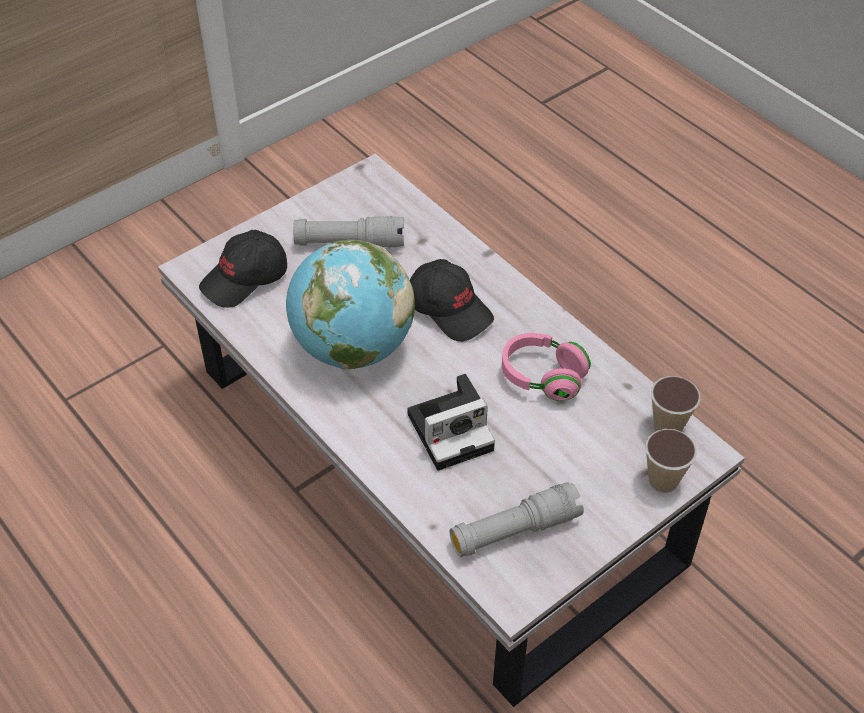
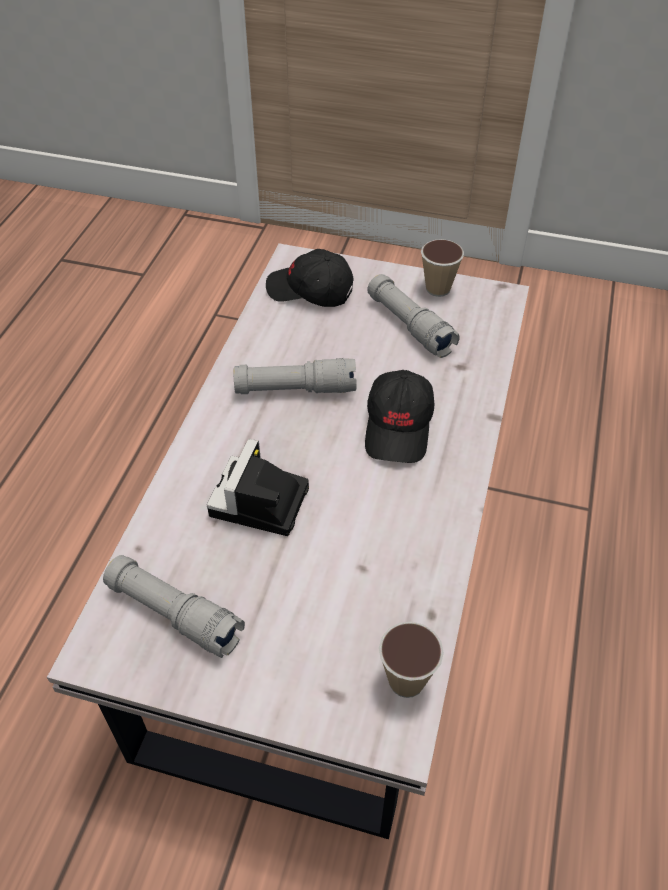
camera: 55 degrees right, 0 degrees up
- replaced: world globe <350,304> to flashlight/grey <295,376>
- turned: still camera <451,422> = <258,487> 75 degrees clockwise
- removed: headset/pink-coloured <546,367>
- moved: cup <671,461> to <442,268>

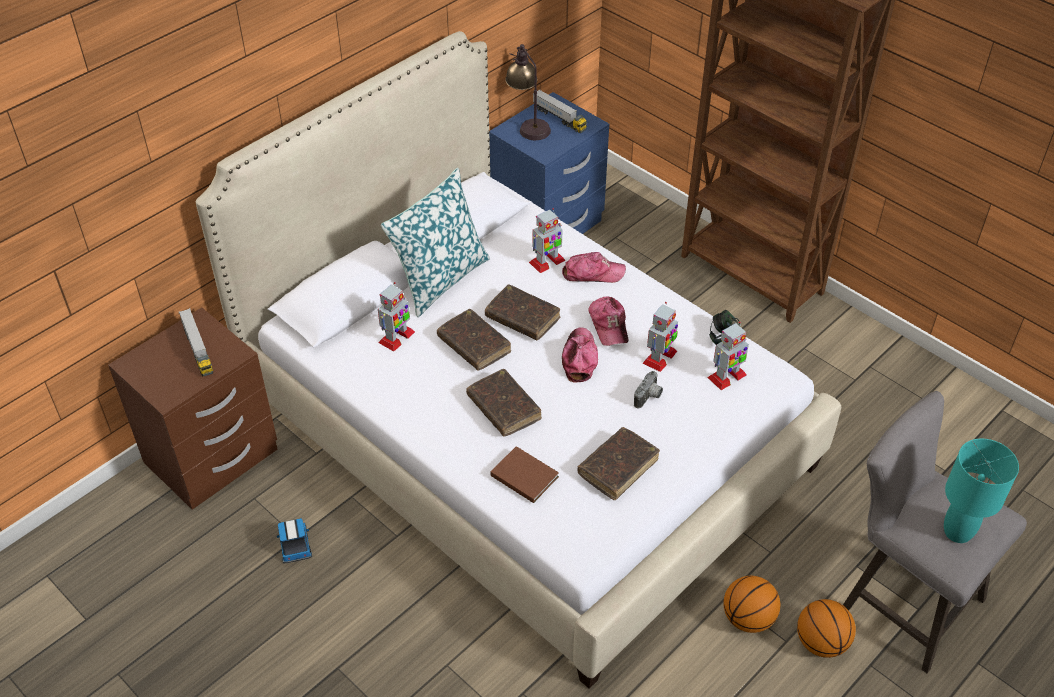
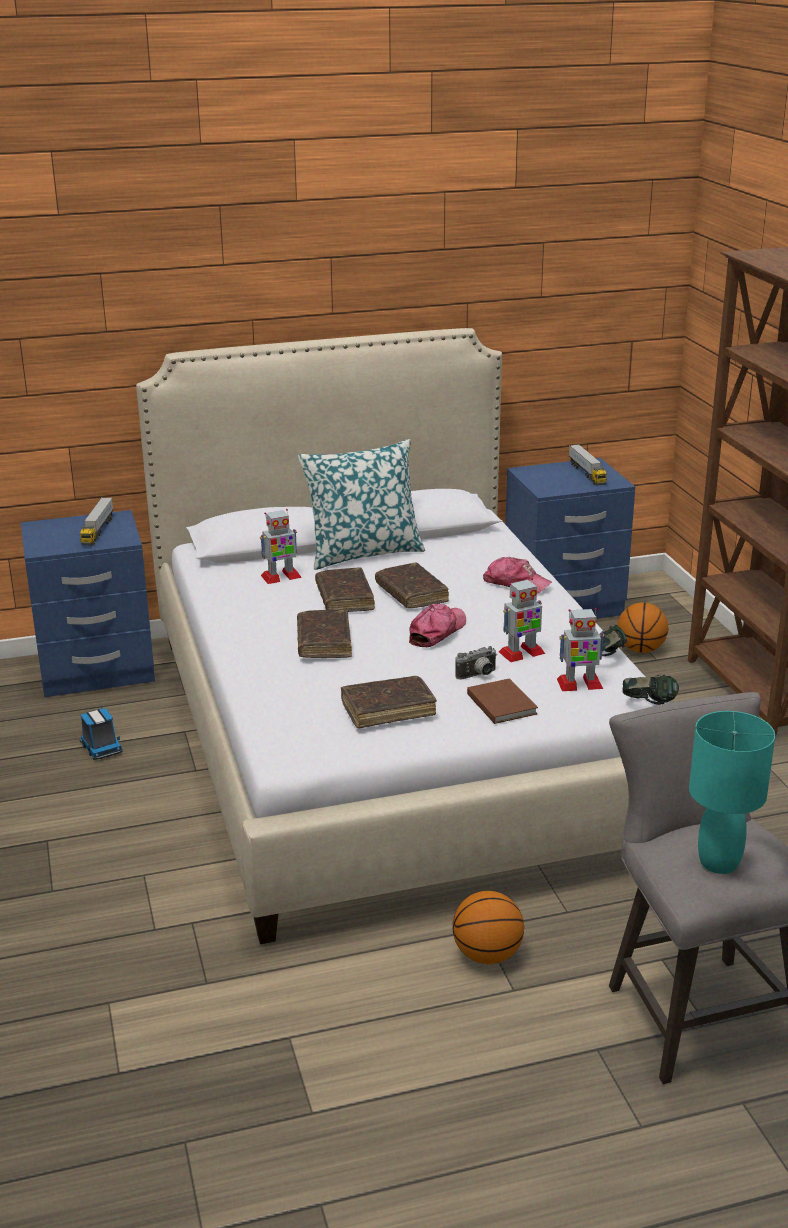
camera: 30 degrees right, 20 degrees down
- recoloured: night table/brownish <193,408> to night table/blue-coloured <88,603>
- turned: model truck <294,540> = <101,734> 135 degrees clockwise
- moved: bound book/brownish <524,474> to <502,701>
- removed: tabletop lamp <528,92>
- removed: robot figure <547,240>
- removed: baseball cap <609,321>
- moved: basketball <826,628> to <642,627>
- added: headset <650,690>

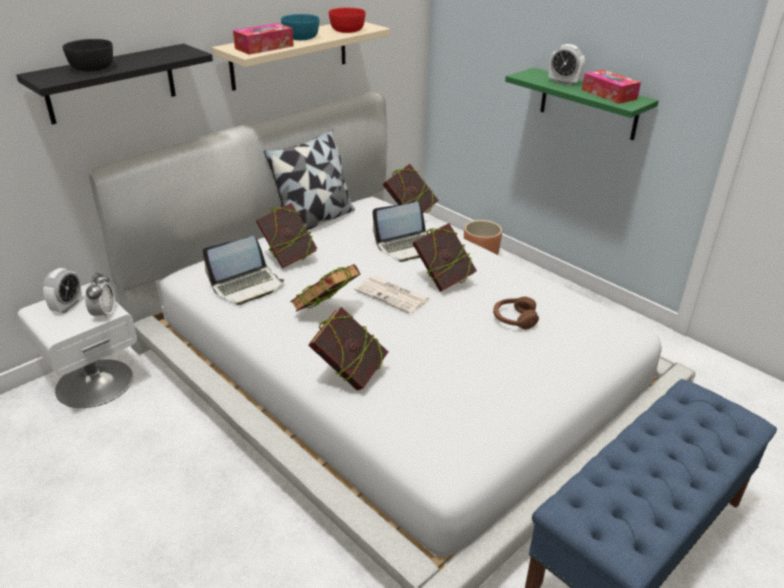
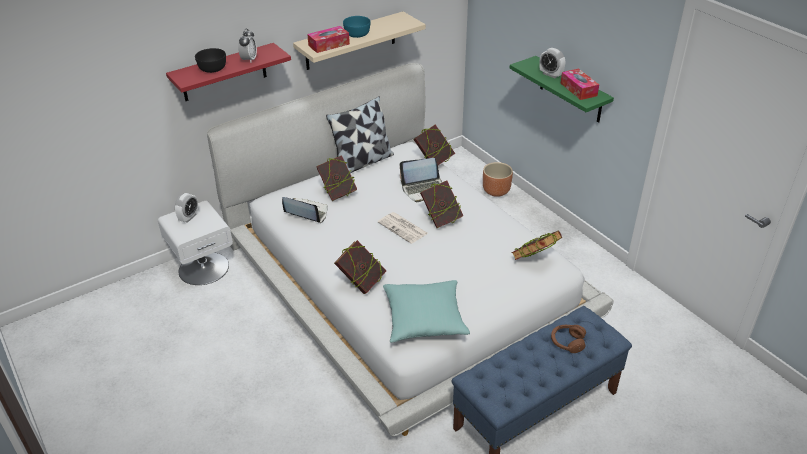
camera: 10 degrees right, 5 degrees up
- recoloured: wall shelf/black <114,84> to wall shelf/red-coloured <228,72>
- moved: bedside clock <100,296> to <247,45>
- turned: notebook computer <243,270> = <305,210> 135 degrees counterclockwise
- moved: bound book <325,288> to <537,245>
- removed: bowl/red-coloured <347,20>
- moved: headset/brownish <516,313> to <568,339>
- added: cushion/turquoise-coloured <426,311>

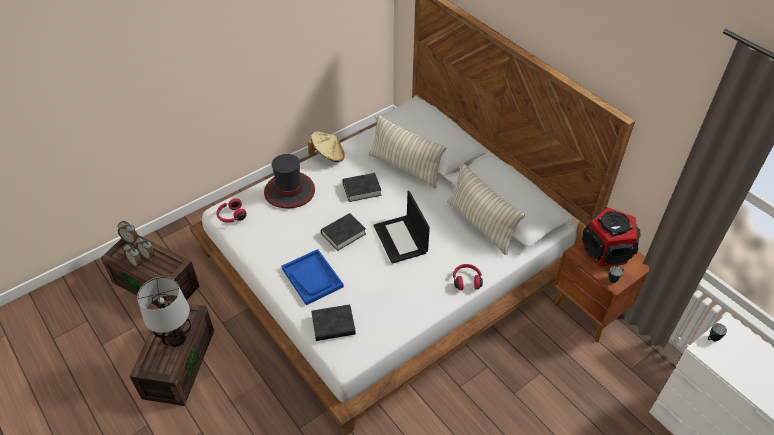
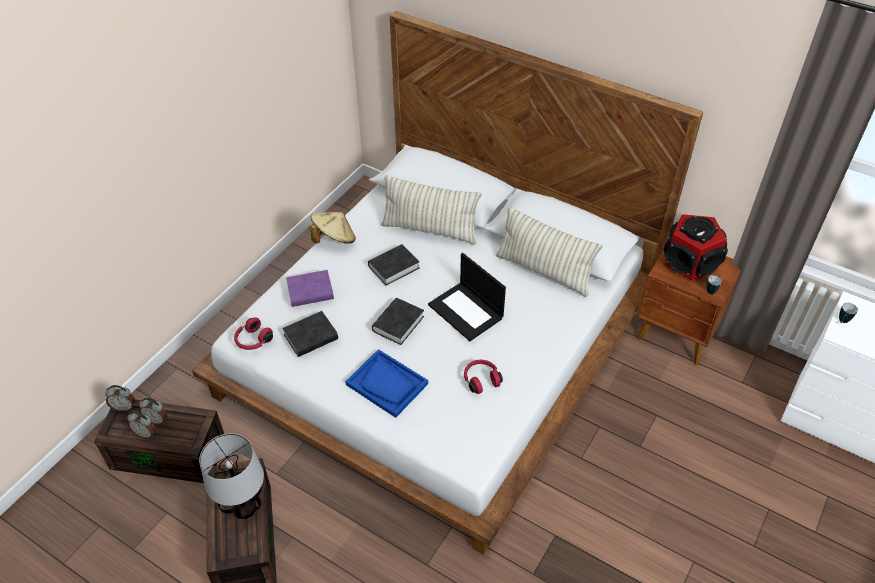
camera: 20 degrees left, 0 degrees up
- replaced: wearable hat <289,181> to bound book/purple-coloured <310,288>
- moved: bound book/black <333,322> to <310,334>
- moved: headset/red-coloured <468,277> to <483,377>

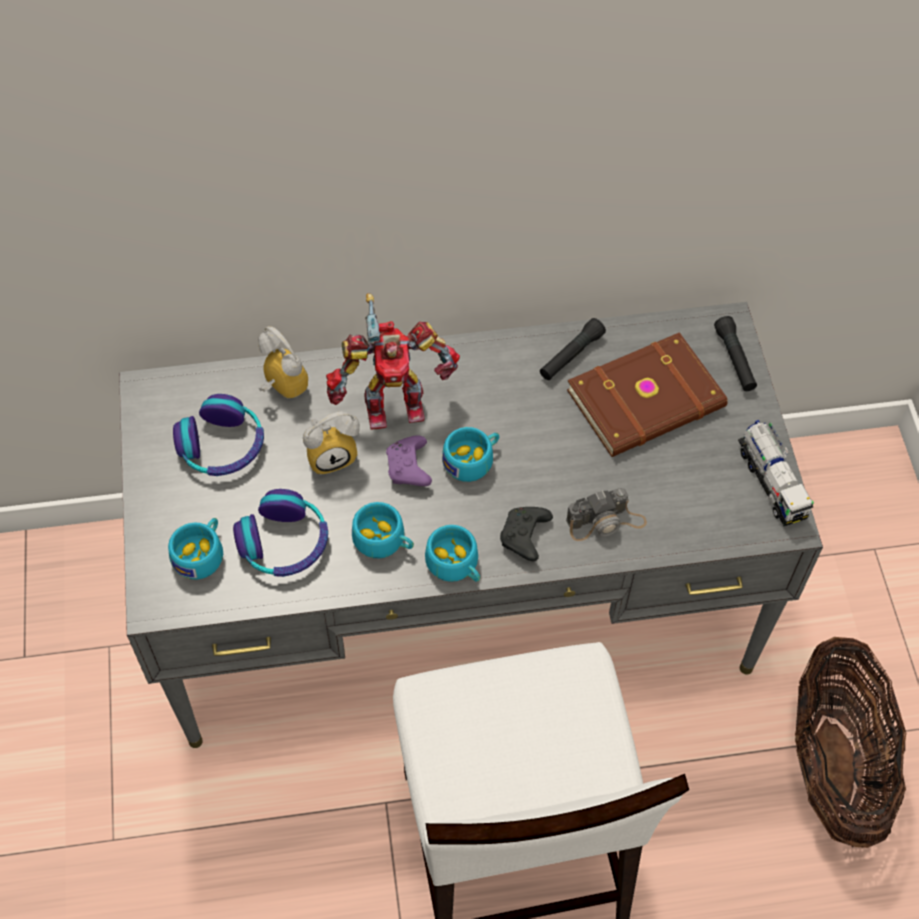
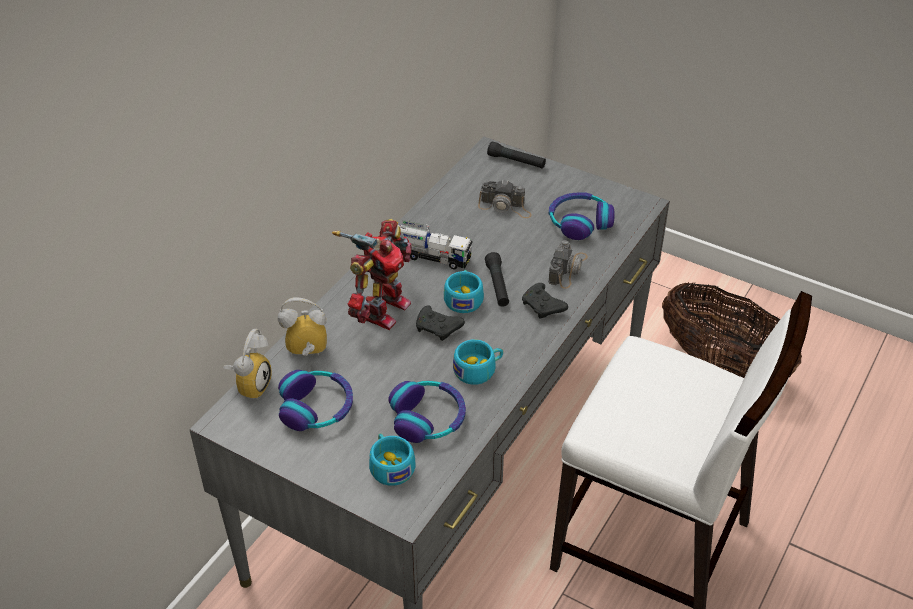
camera: 50 degrees left, 15 degrees down
- moved: bedside clock <331,443> to <248,364>
- recoloured: game controller/purple-coloured <409,460> to game controller/black <440,323>
- removed: cup/turquoise-coloured <452,553>
- moved: flashlight/black <573,349> to <497,279>
- replaced: bound book/brownish <647,394> to still camera <505,199>
- moved: model truck <776,473> to <435,245>
- added: headset <582,216>

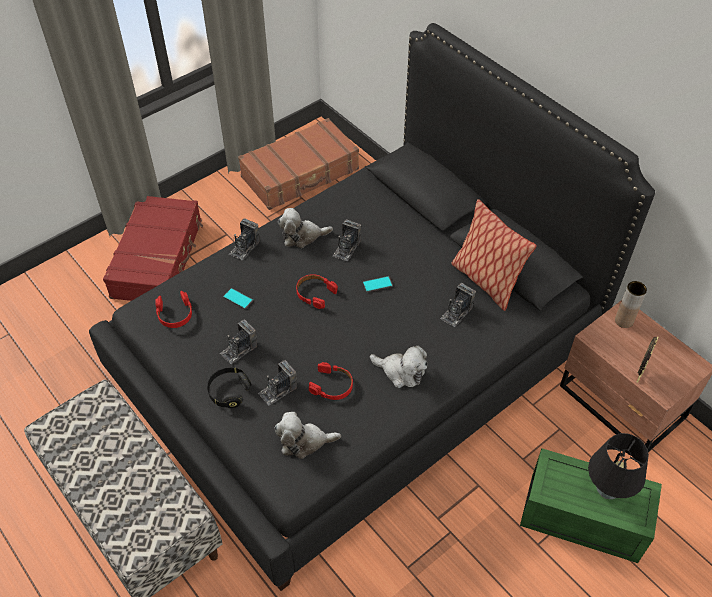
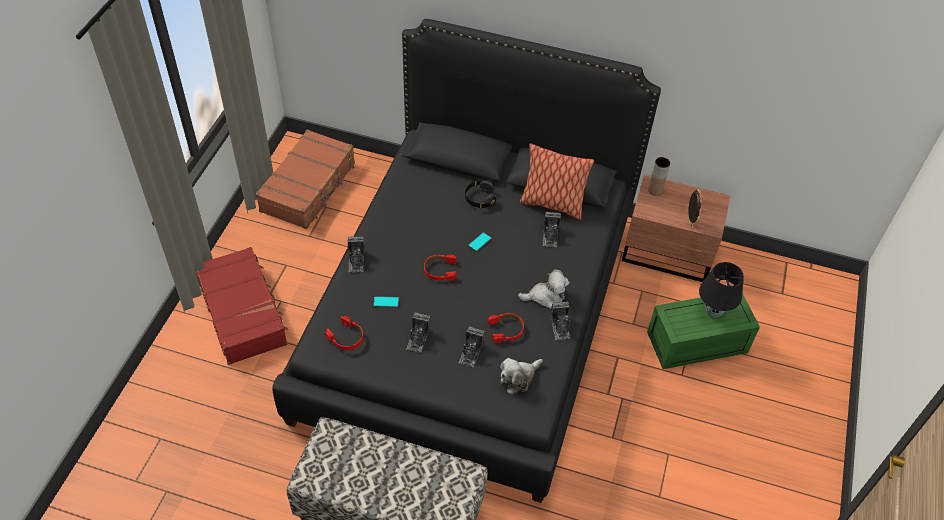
camera: 35 degrees left, 0 degrees up
- moved: headset/black <229,387> to <480,194>
- removed: cuddly toy <305,228>
- moved: still camera <346,240> to <560,321>

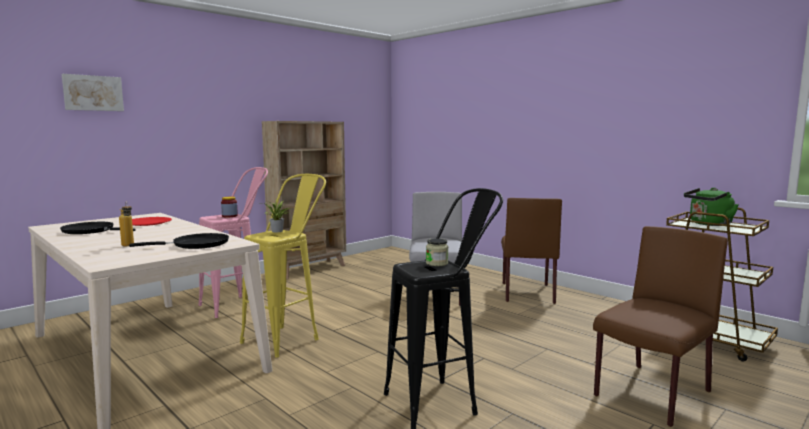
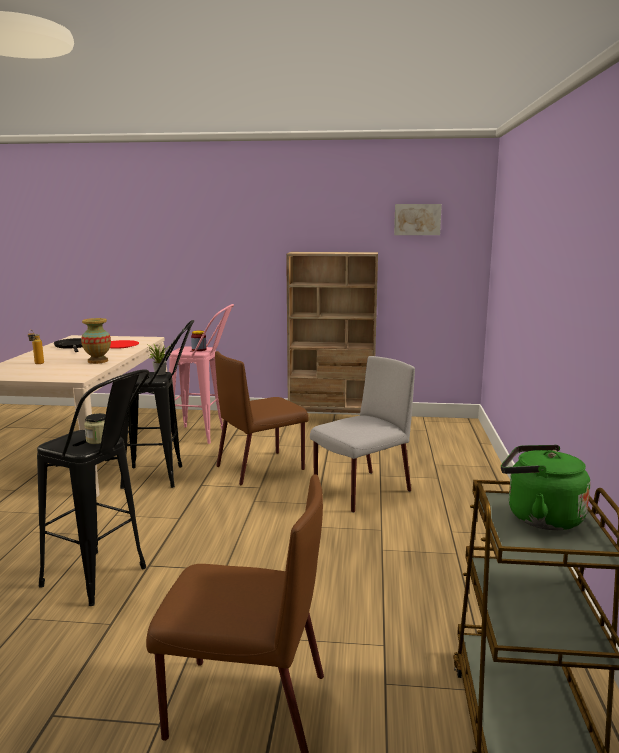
camera: 50 degrees right, 5 degrees up
- moved: wall art <93,92> to <418,219>
- removed: skillet/black <179,241>
- recoloured: sitting stool/yellow <283,266> to sitting stool/black <157,404>
- moved: chair/brownish <531,251> to <262,418>
- added: flower vase <96,341>

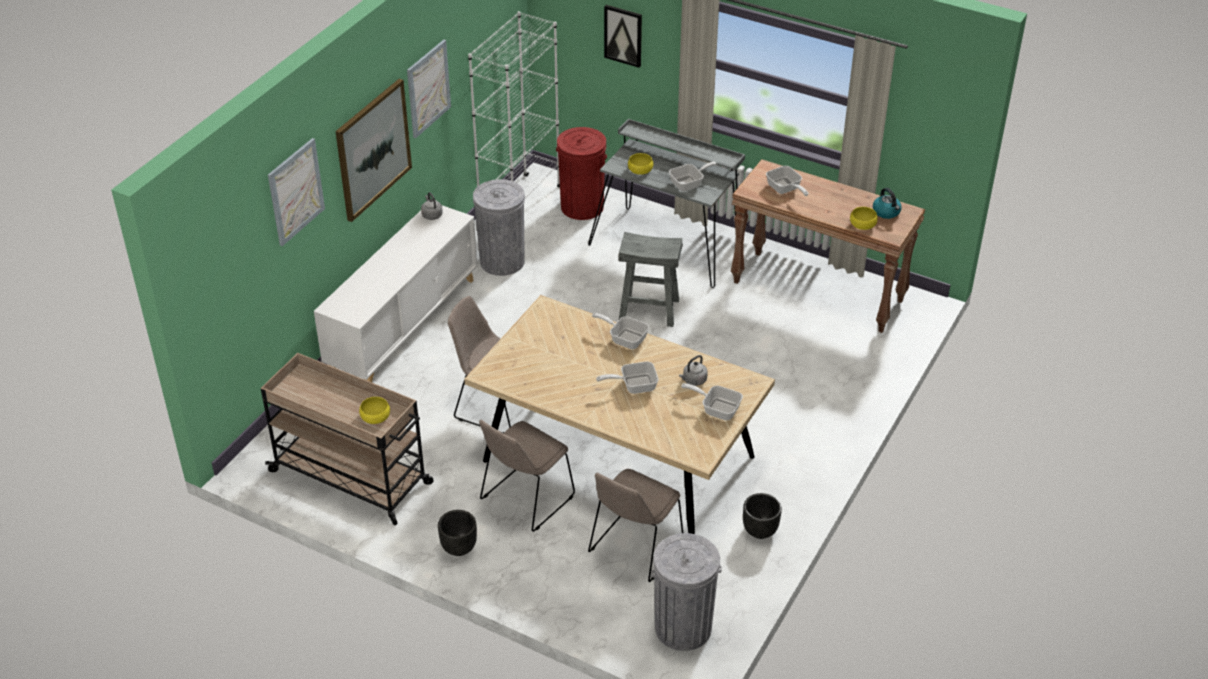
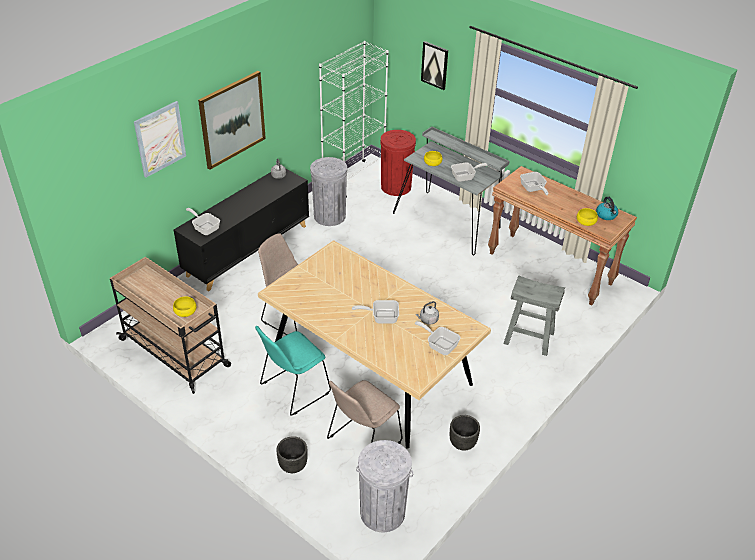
camera: 10 degrees right, 0 degrees up
- recoloured: cabinet/whitish <396,293> to cabinet/black <241,230>
- removed: wall art <429,89>
- moved: flower pot/black <457,533> to <292,454>
- recoloured: chair/beige-coloured <527,476> to chair/turquoise-coloured <293,371>
- moved: skillet <620,331> to <203,221>
- moved: sitting stool/grey <650,279> to <534,316>

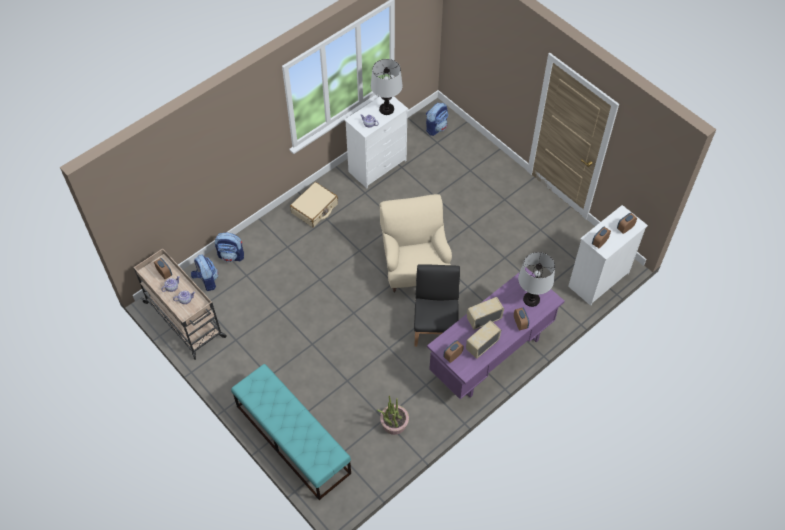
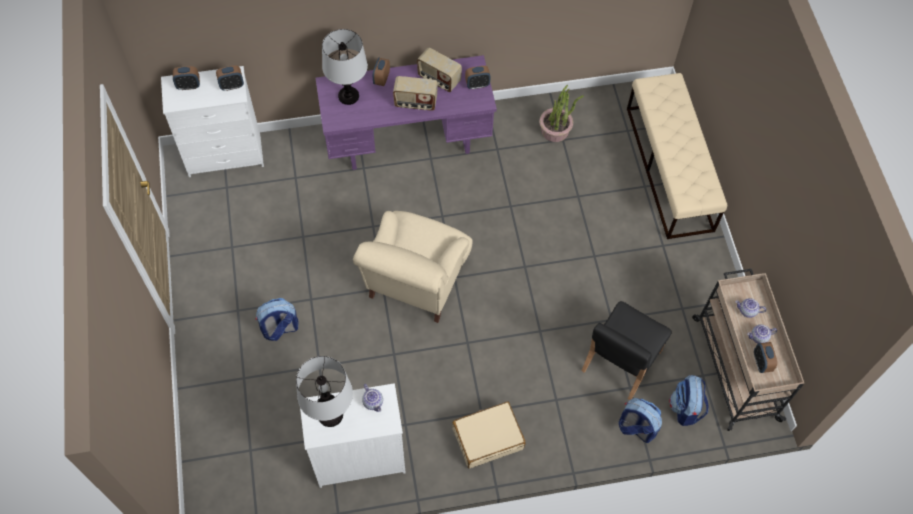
camera: 150 degrees left, 5 degrees up
- recoloured: indoor bench/turquoise-coloured <291,432> to indoor bench/beige-coloured <677,156>
- moved: chair/black <437,305> to <626,350>
- moved: backpack <437,119> to <276,319>
- turned: radio set <483,339> = <439,69> 45 degrees clockwise

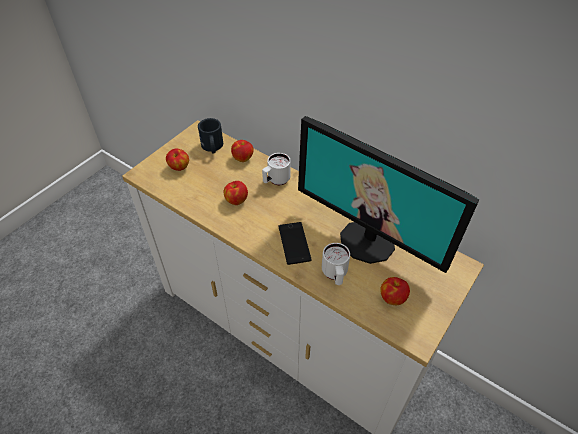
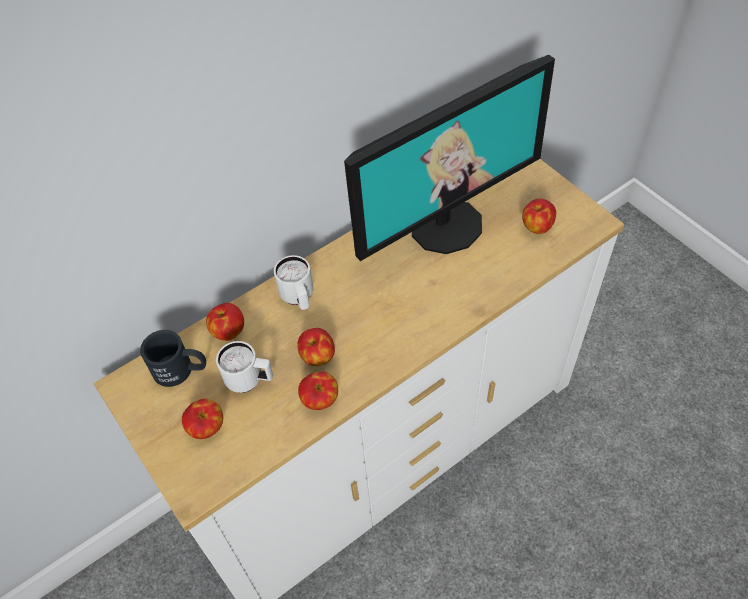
camera: 70 degrees left, 5 degrees up
- removed: handset <295,243>
- moved: coffee mug/whitish <336,264> to <244,367>
- added: apple <318,390>

